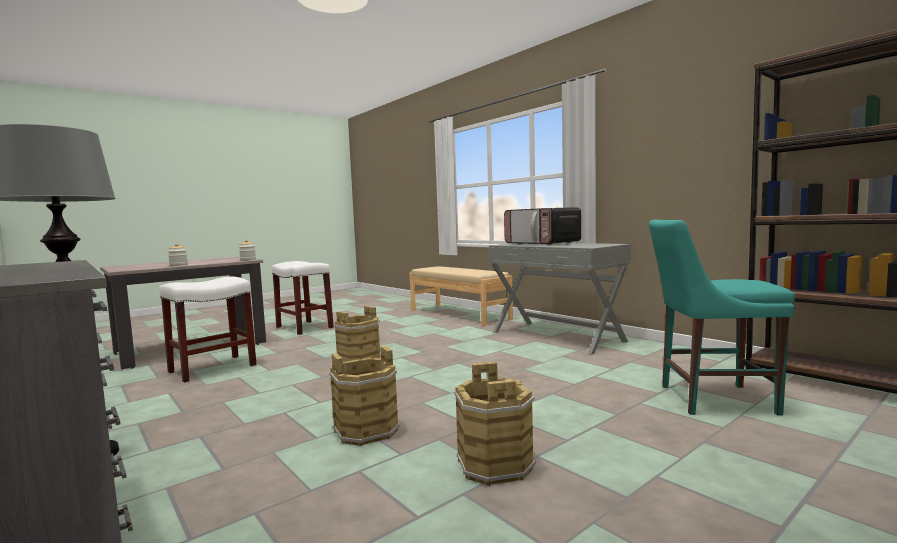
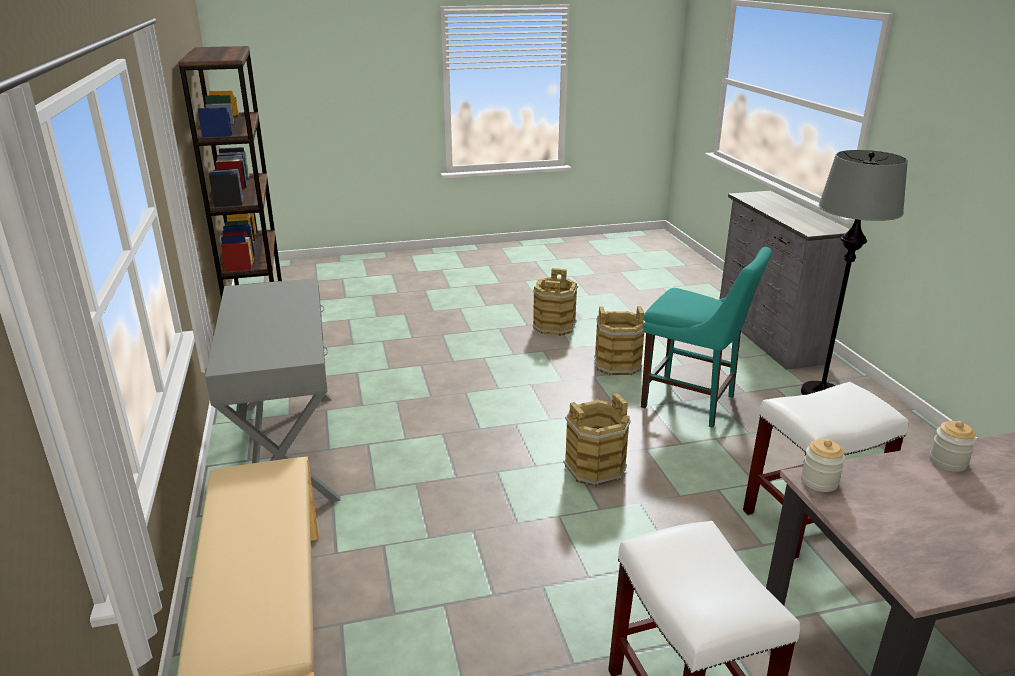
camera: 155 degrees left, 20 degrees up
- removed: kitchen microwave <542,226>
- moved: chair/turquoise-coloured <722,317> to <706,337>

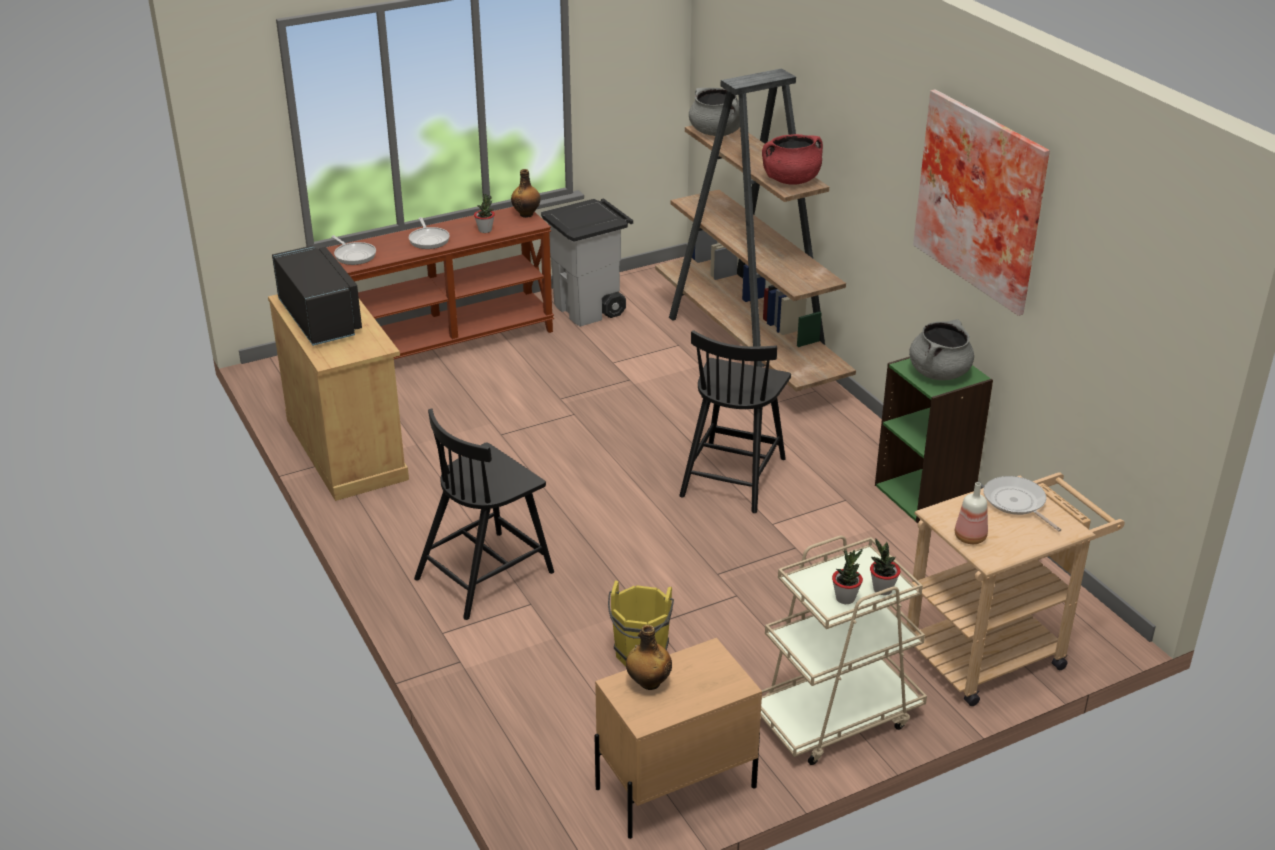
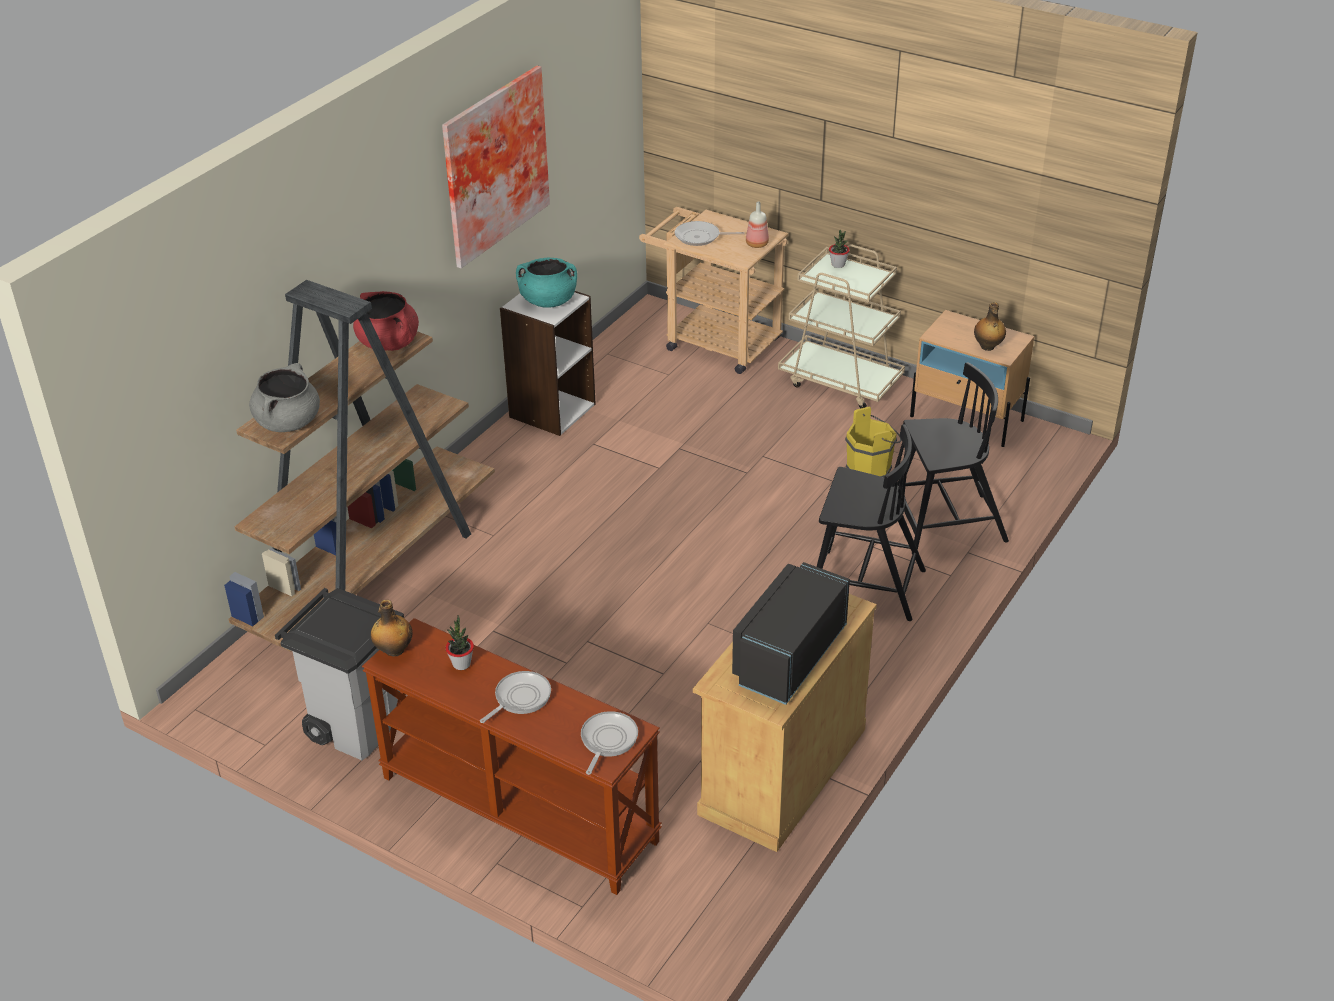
camera: 120 degrees left, 5 degrees up
- moved: chair/black <735,421> to <953,458>
- removed: houseplant <847,576>
- recoloured: shelving unit/greenish <934,440> to shelving unit/whitish <548,363>
- recoloured: saucepot/grey <941,349> to saucepot/turquoise-coloured <546,283>
- turned: skillet <1022,504> = <710,233> 60 degrees clockwise

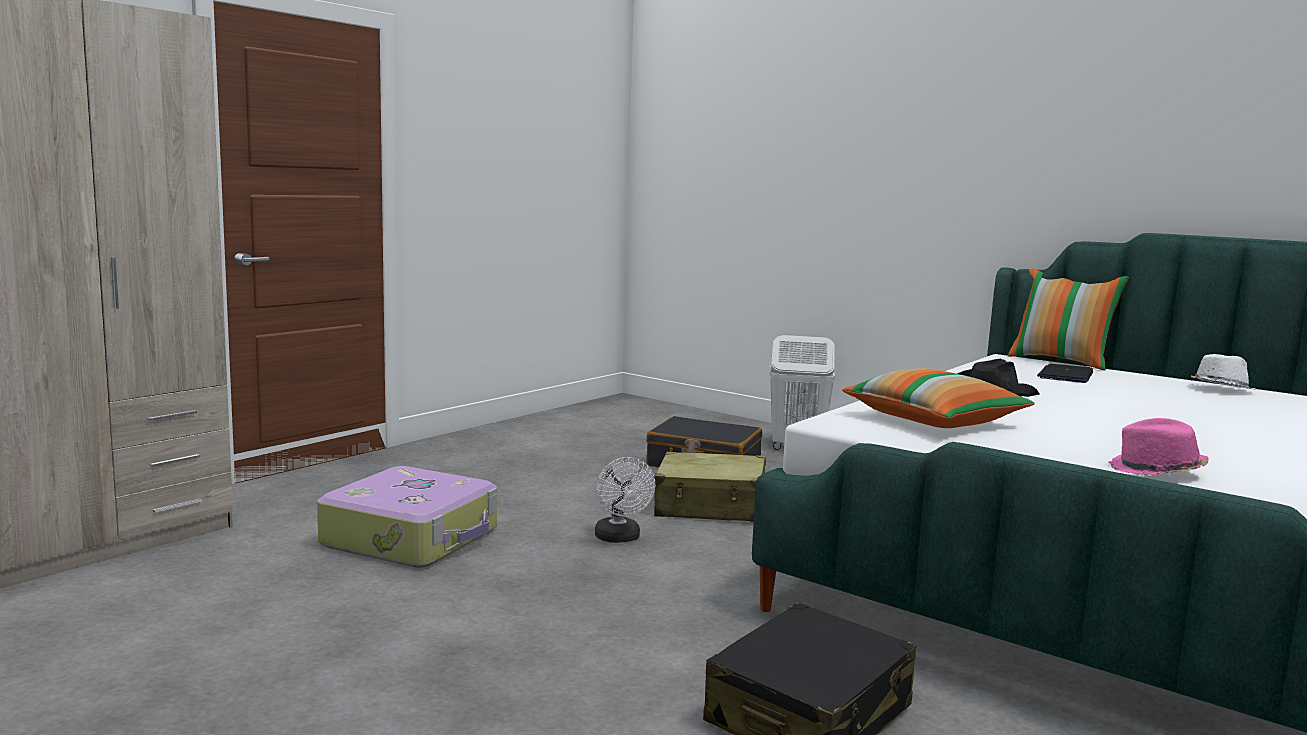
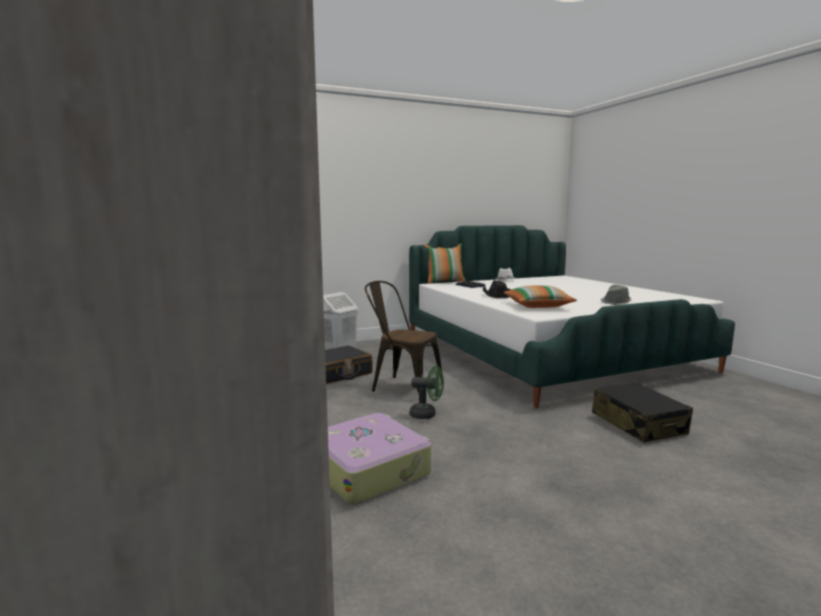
camera: 60 degrees left, 0 degrees up
- recoloured: electric fan/whitish <625,500> to electric fan/greenish <427,392>
- replaced: piece of luggage/beige-coloured <710,487> to chair/brownish <403,337>
- recoloured: wearable hat/pink-coloured <1158,447> to wearable hat/grey <616,295>

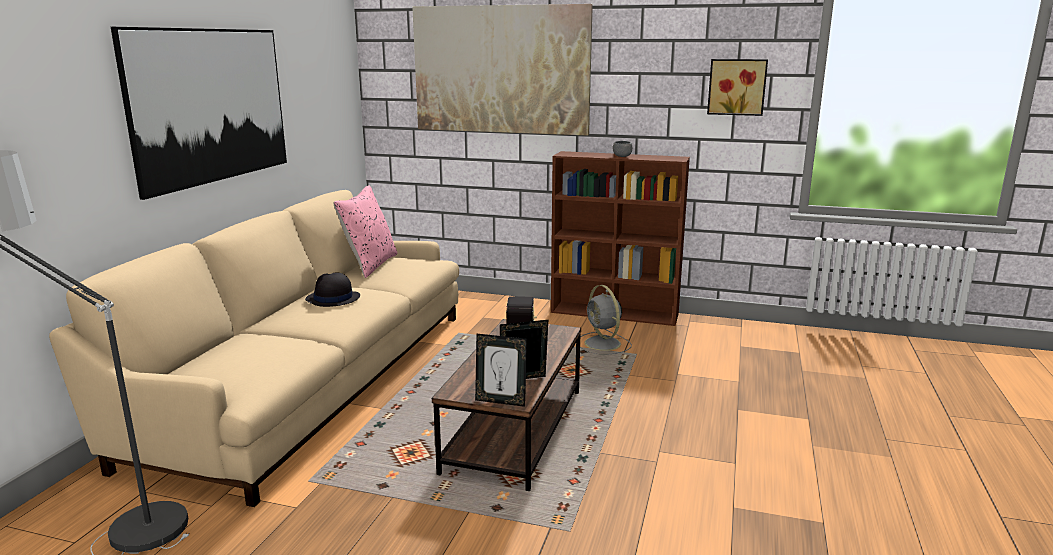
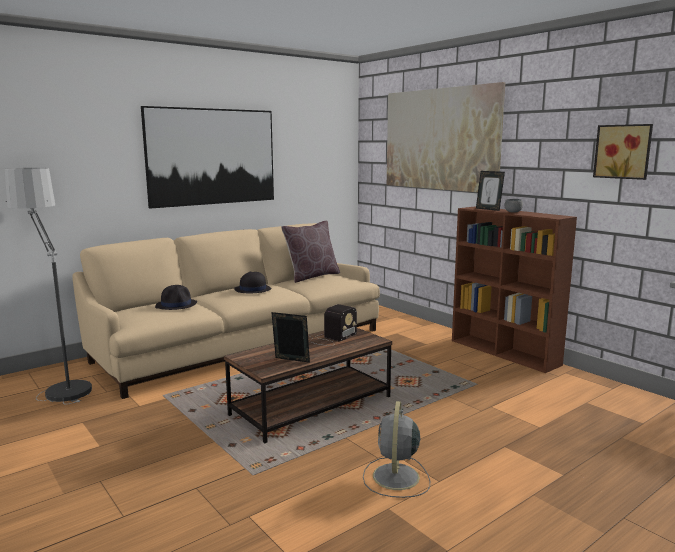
camera: 35 degrees right, 5 degrees down
- recoloured: cushion/pink-coloured <365,231> to cushion/brownish <310,252>
- moved: photo frame <501,370> to <490,191>
- moved: electric fan/grey <606,320> to <396,449>
- added: wearable hat/black <176,297>

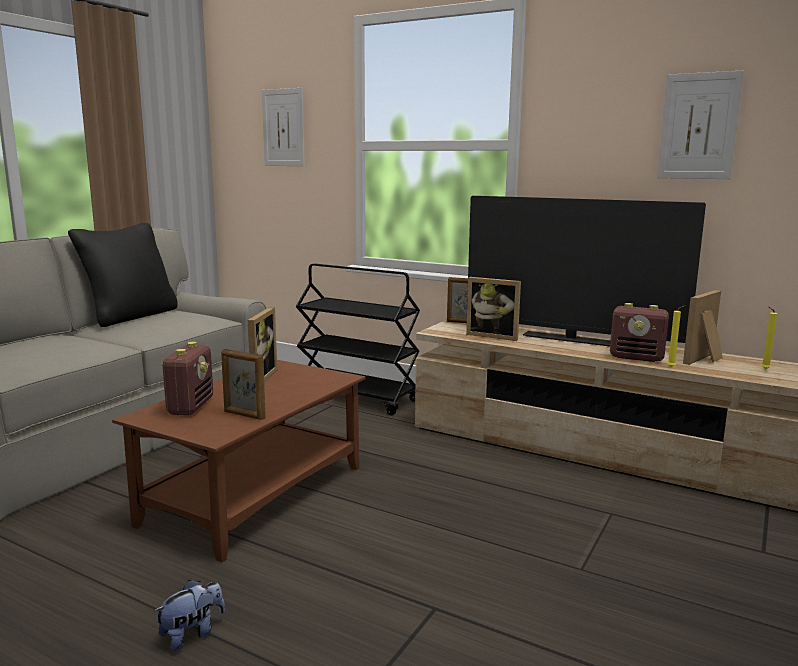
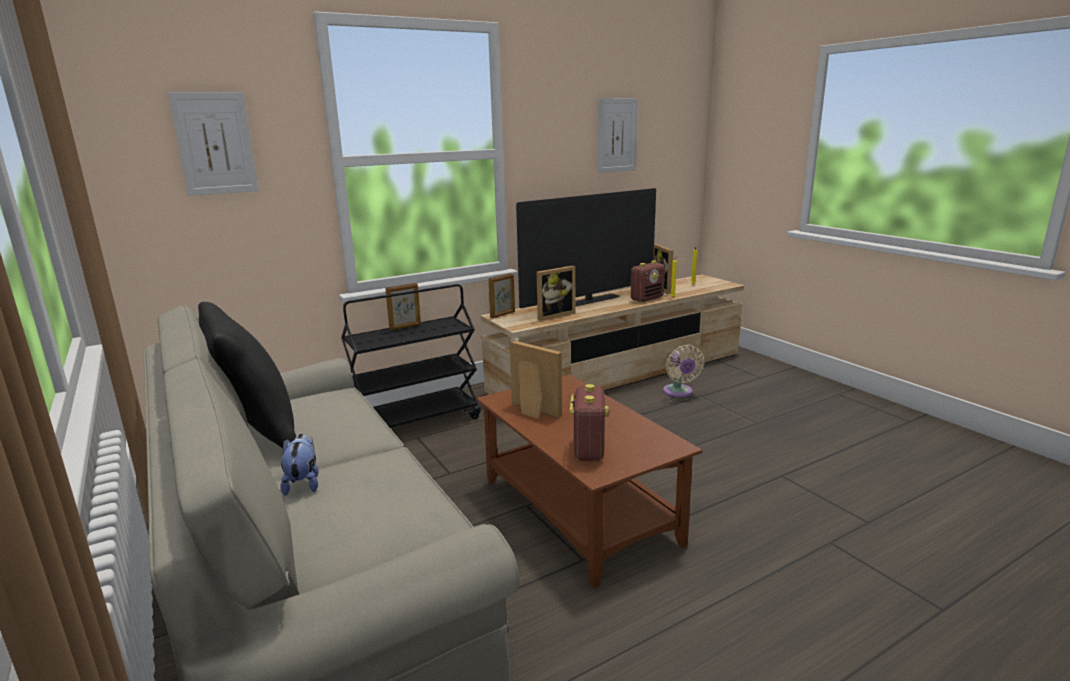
camera: 60 degrees left, 5 degrees up
- moved: cuddly toy <189,615> to <299,465>
- turned: radio set <187,378> = <589,422> 60 degrees clockwise
- moved: photo frame <243,384> to <403,307>
- added: electric fan/beige-coloured <683,371>

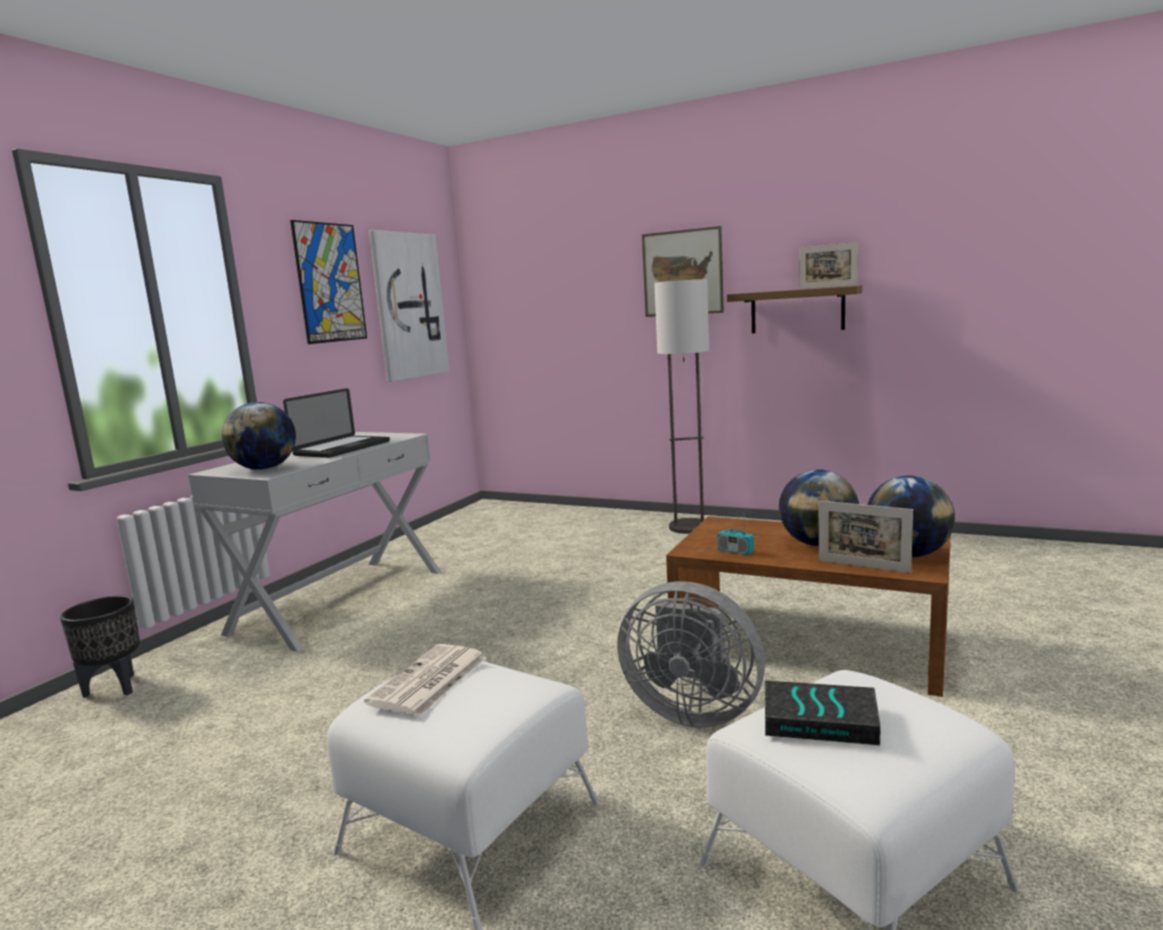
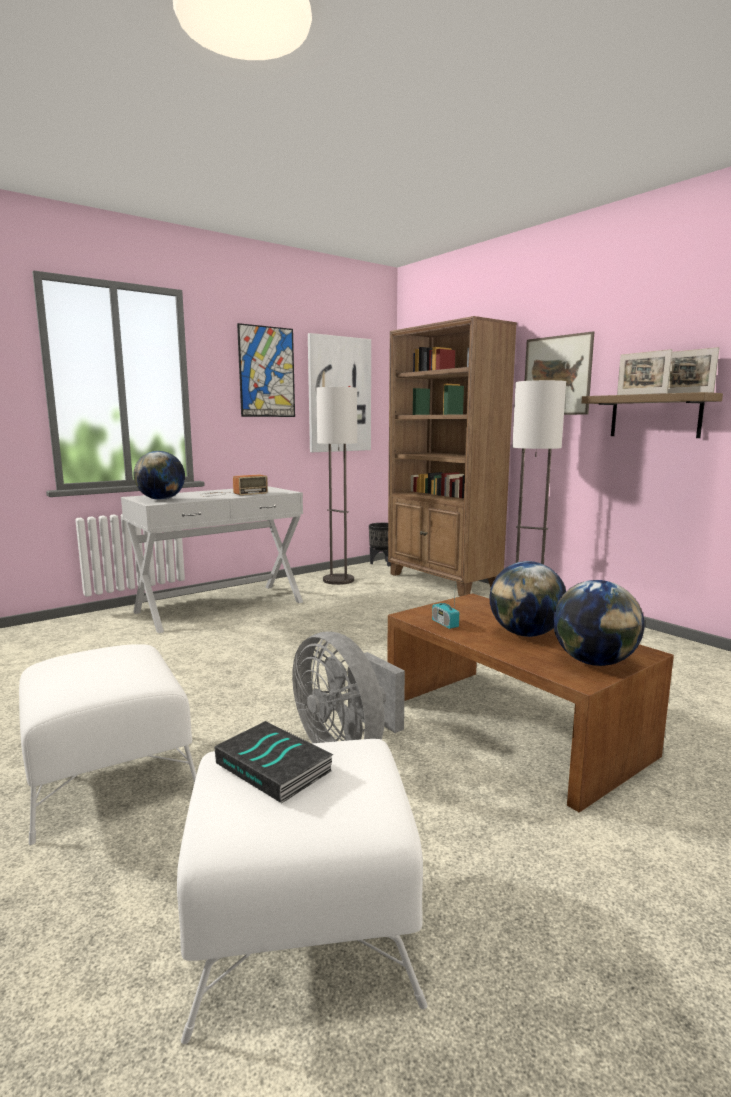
camera: 25 degrees right, 0 degrees up
- moved: flower pot/black <100,646> to <380,544>
- replaced: notebook computer <336,423> to radio set <234,486>
- removed: printed paper <425,680>
- moved: photo frame <865,537> to <644,372>
- added: standard lamp <336,486>
- added: shelving unit/brownish <452,456>

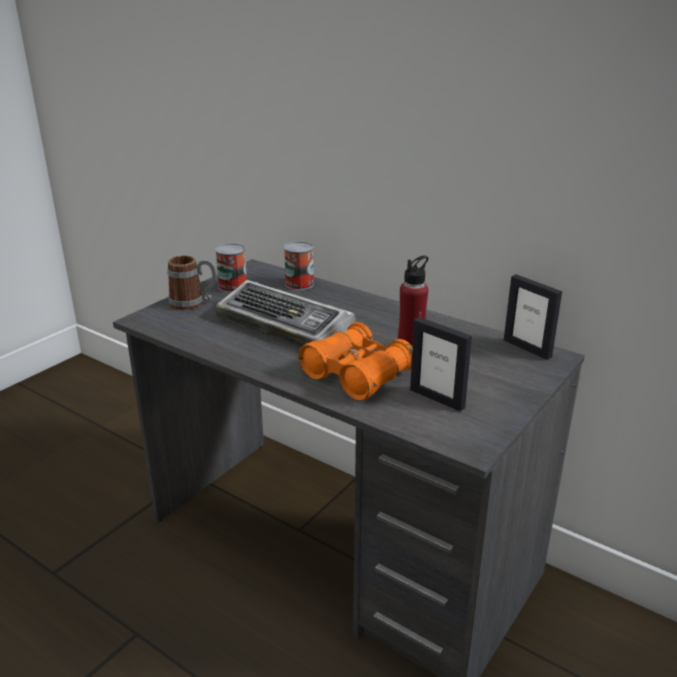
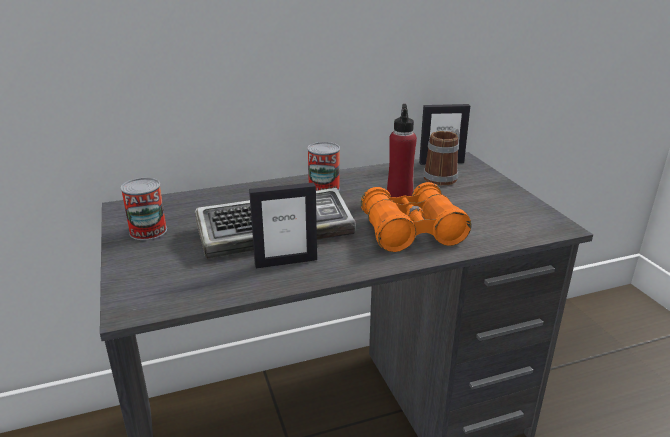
camera: 55 degrees left, 0 degrees up
- moved: coffee mug <191,282> to <441,157>
- moved: can <299,265> to <323,166>
- moved: photo frame <441,364> to <283,225>

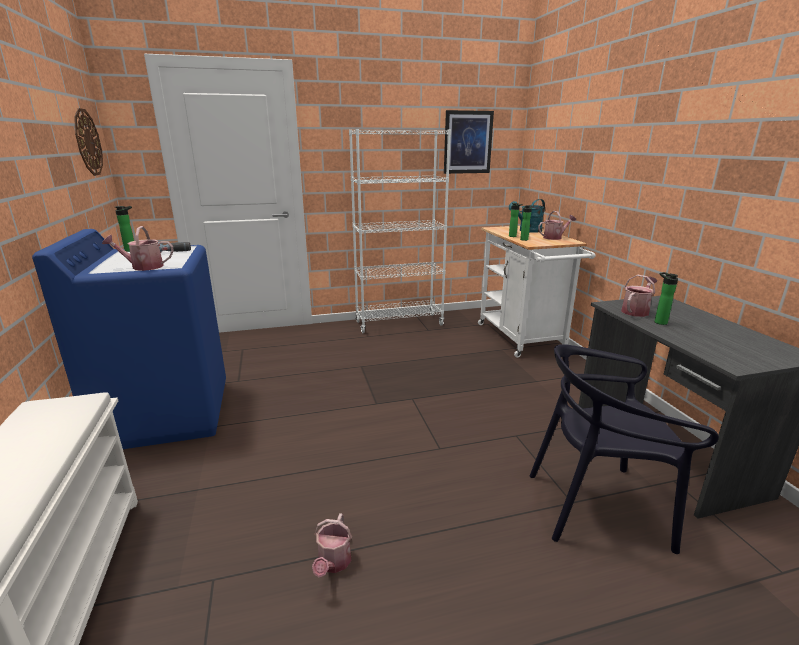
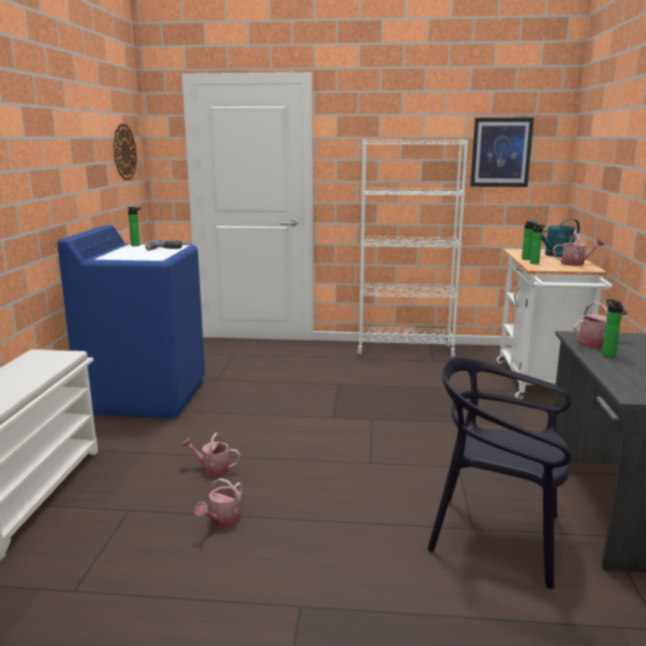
camera: 20 degrees right, 5 degrees down
- moved: watering can <138,248> to <210,454>

